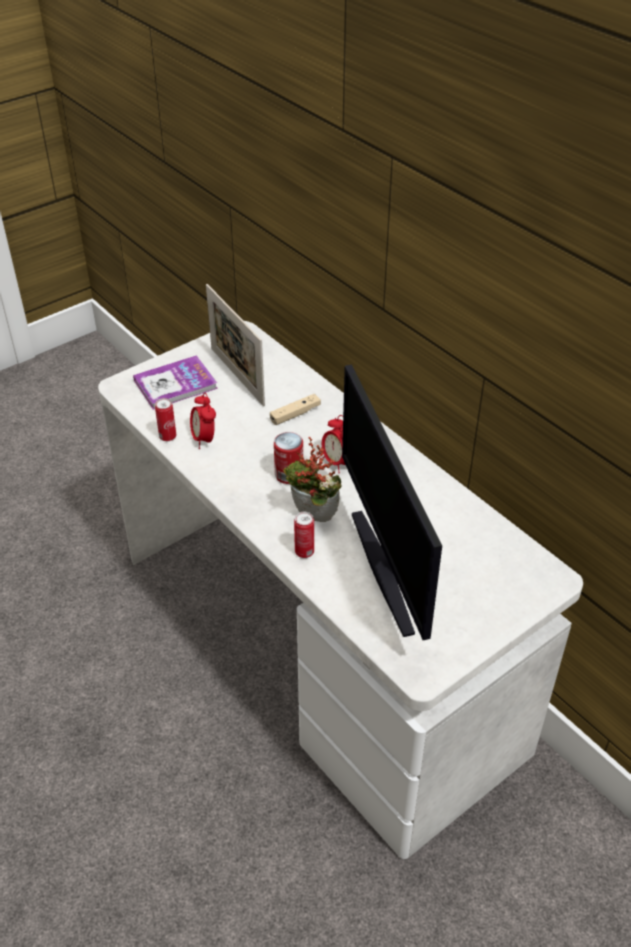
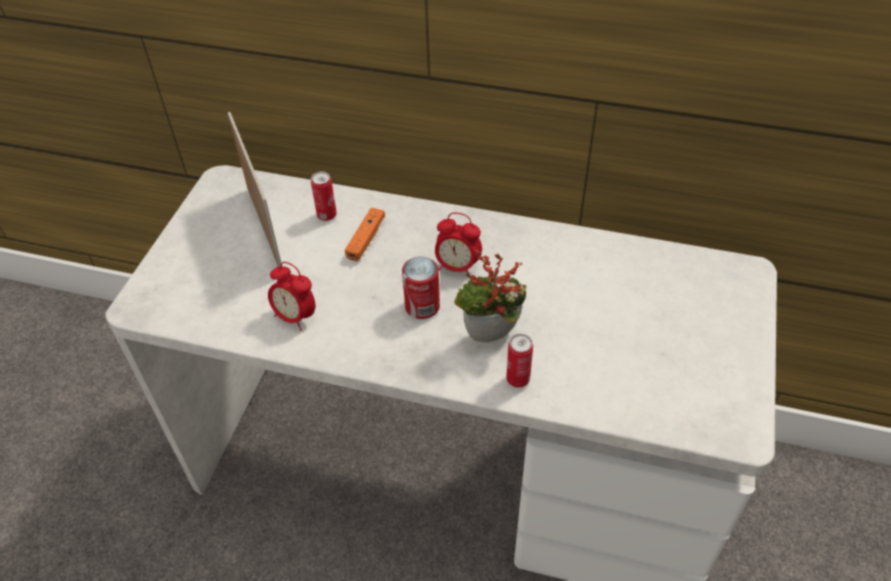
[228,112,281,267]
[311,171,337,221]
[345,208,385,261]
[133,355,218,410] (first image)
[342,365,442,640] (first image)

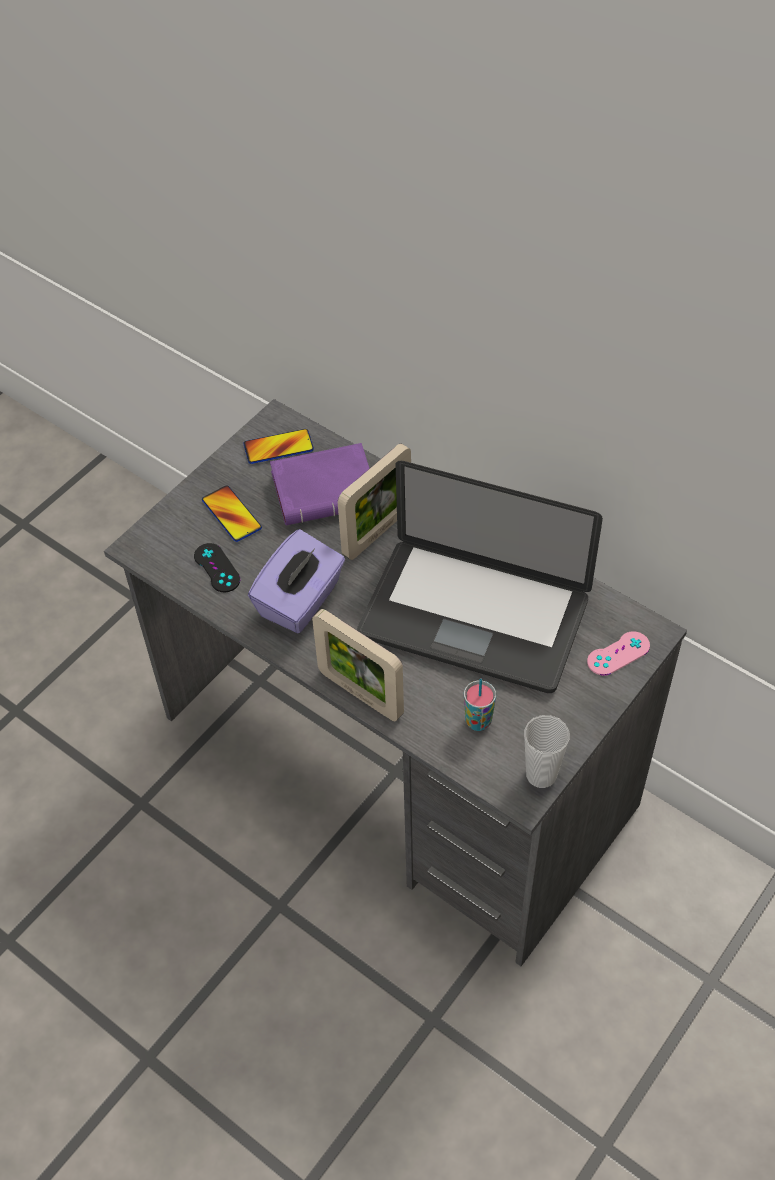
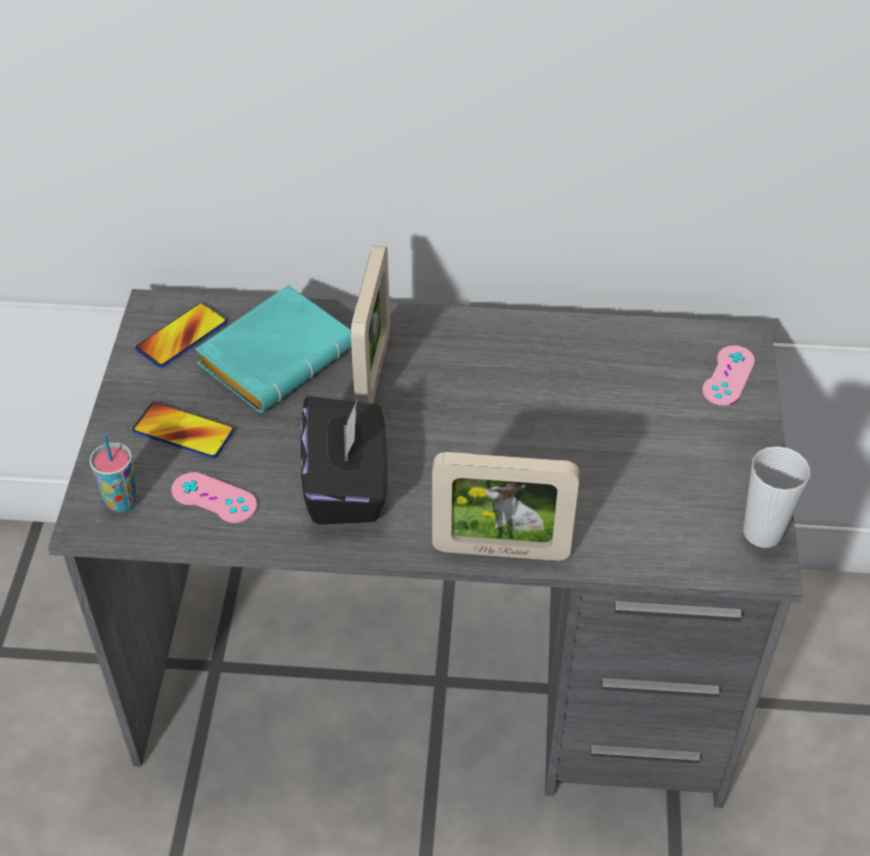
[89,434,138,512]
[171,472,257,523]
[195,285,351,413]
[301,396,388,525]
[357,461,603,693] (first image)

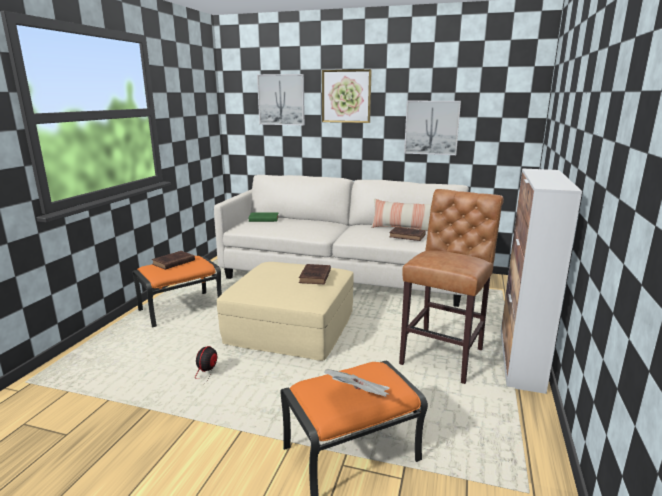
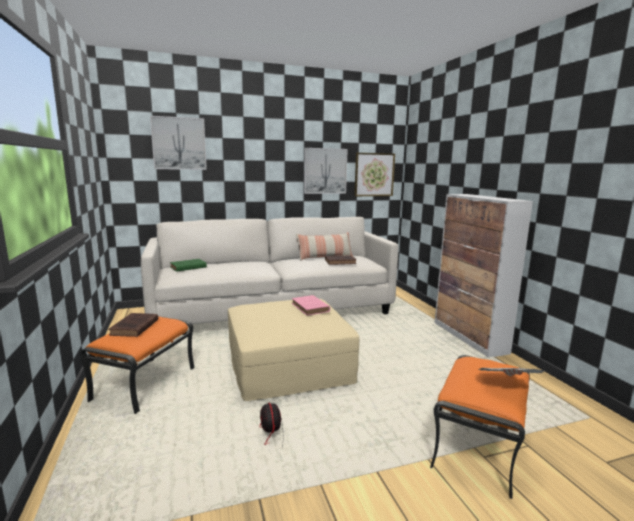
[292,295,330,316]
[354,153,395,196]
[399,189,504,384] (first image)

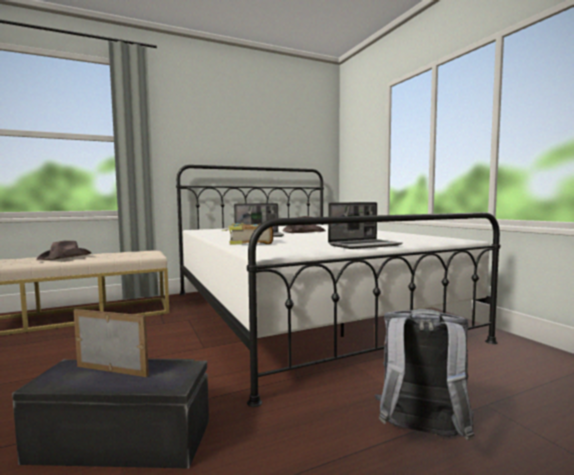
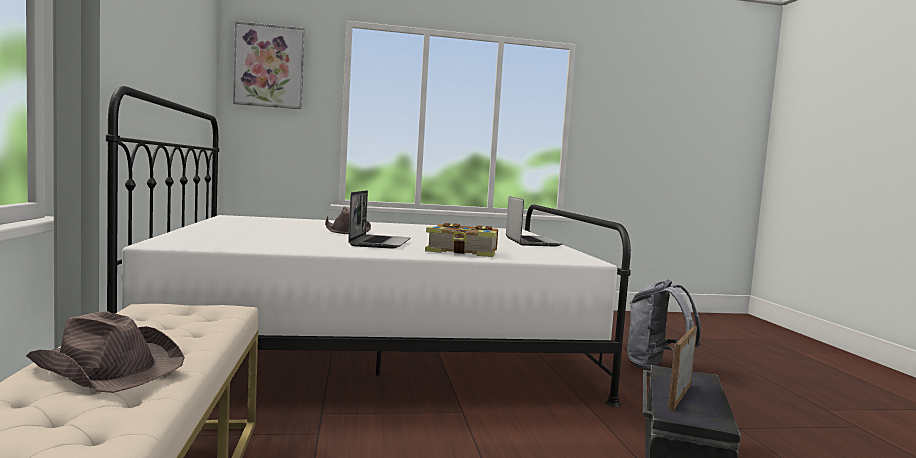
[233,21,304,109]

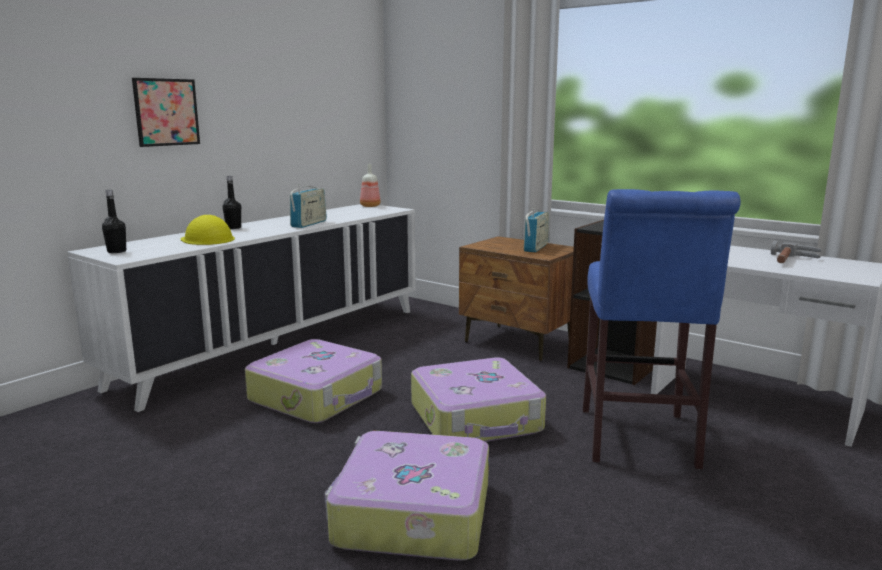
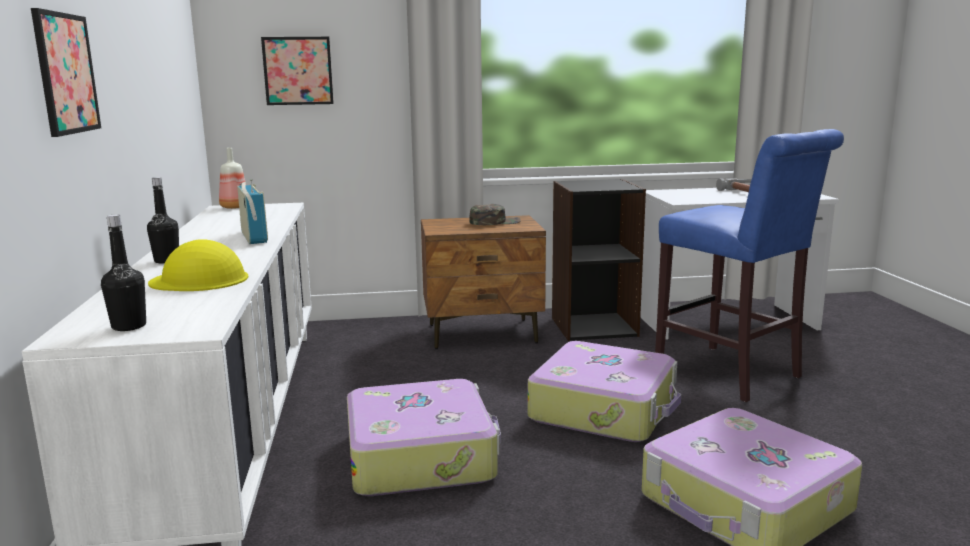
[261,37,334,105]
[469,204,521,225]

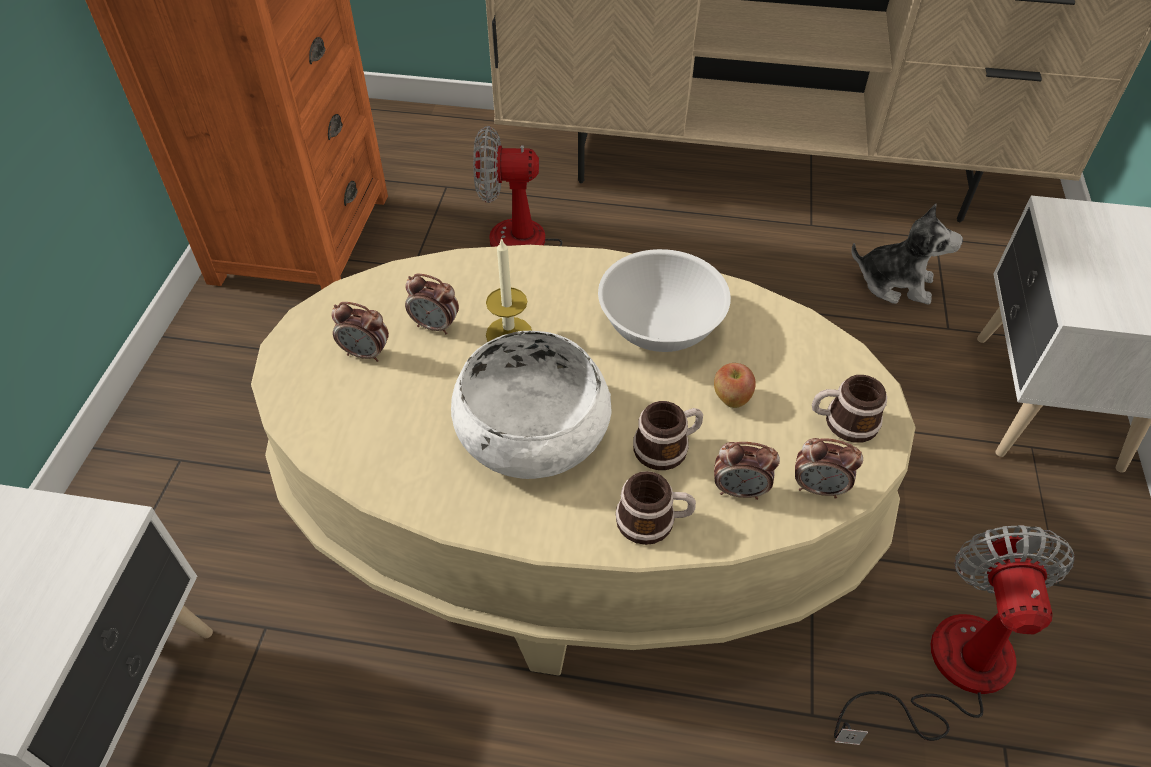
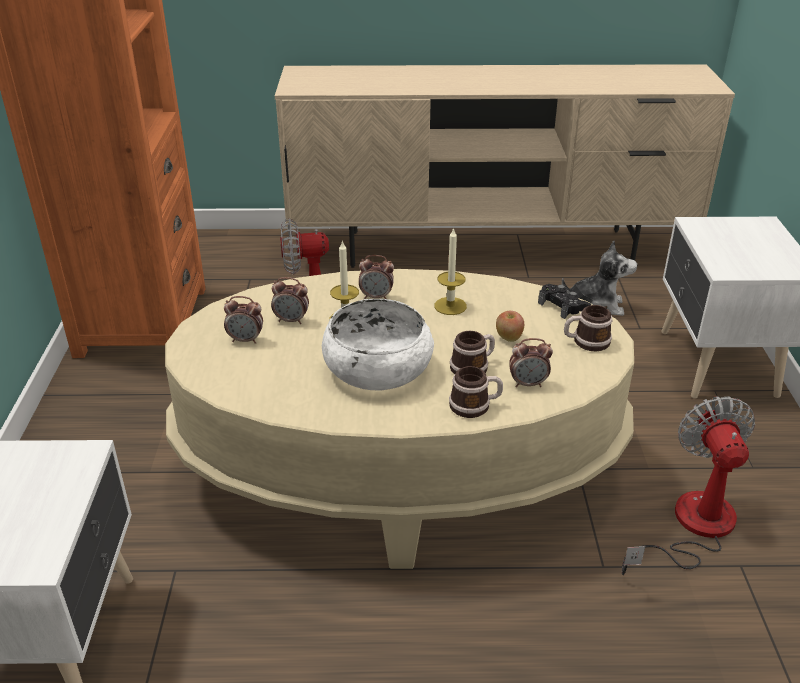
[359,255,394,299]
[434,227,467,315]
[538,284,591,319]

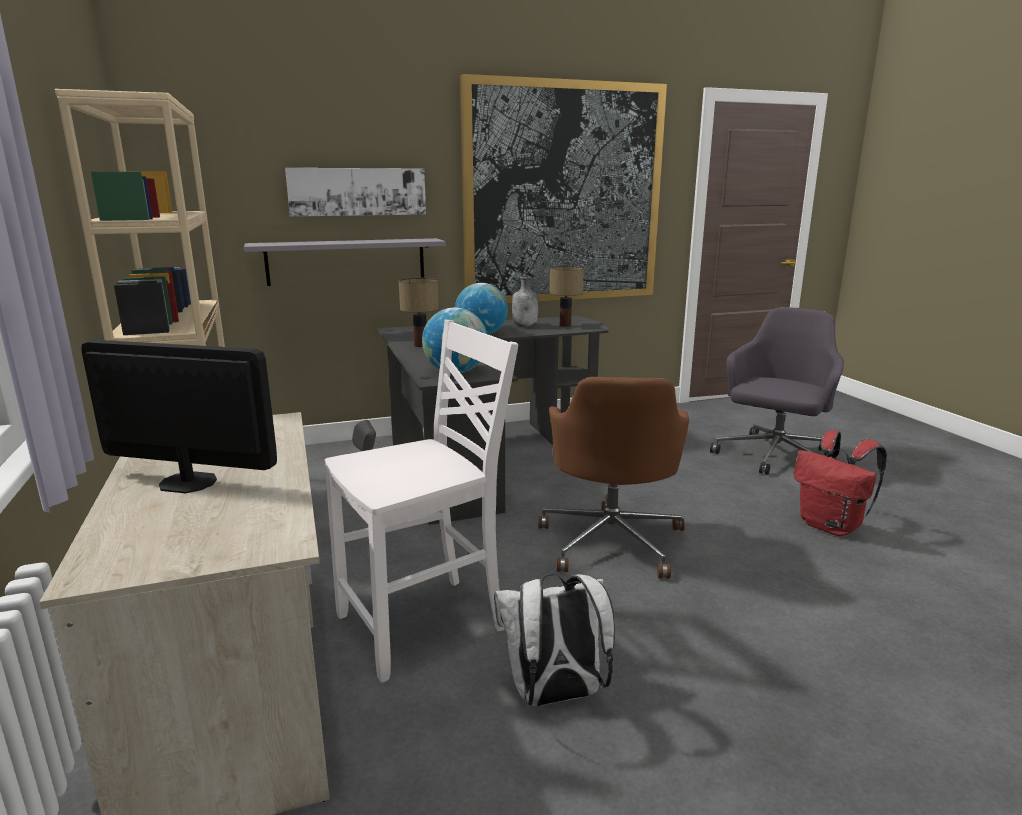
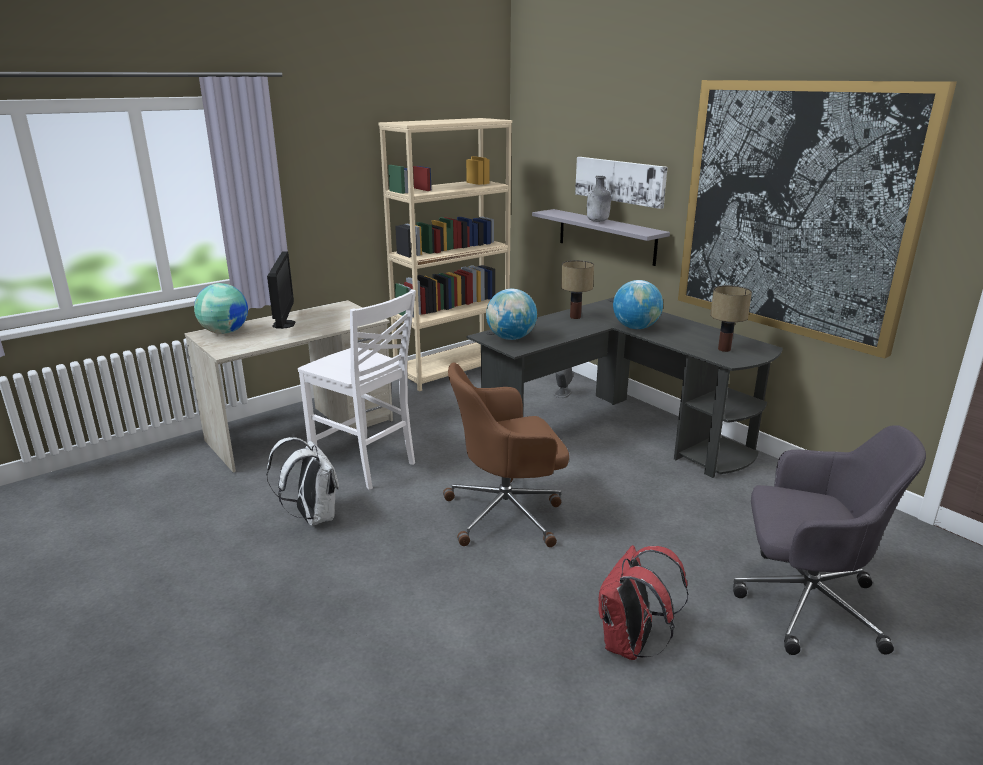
[194,283,248,334]
[587,176,611,222]

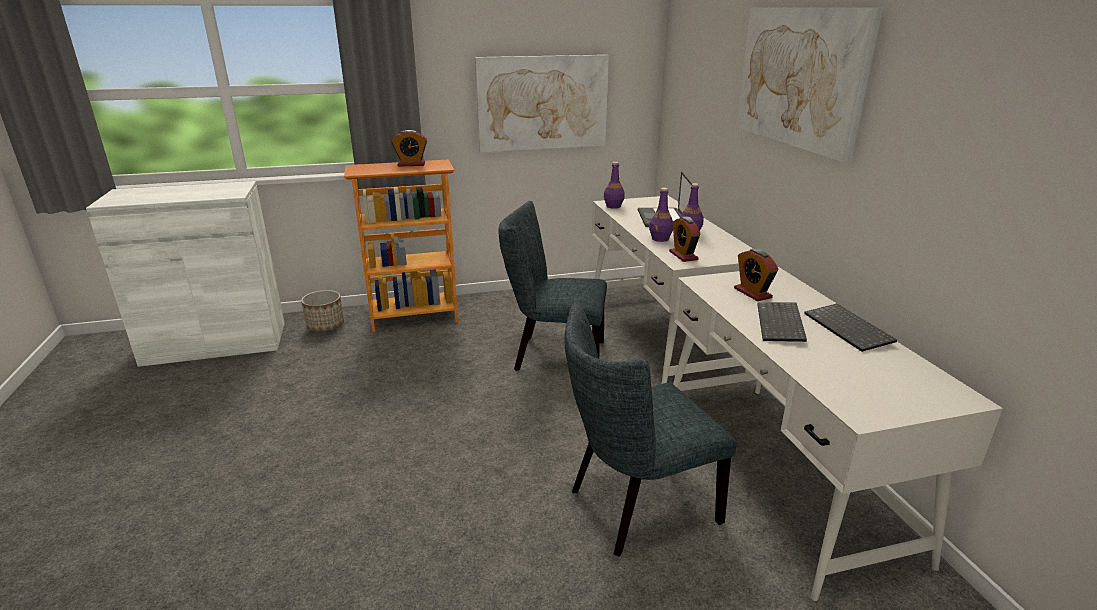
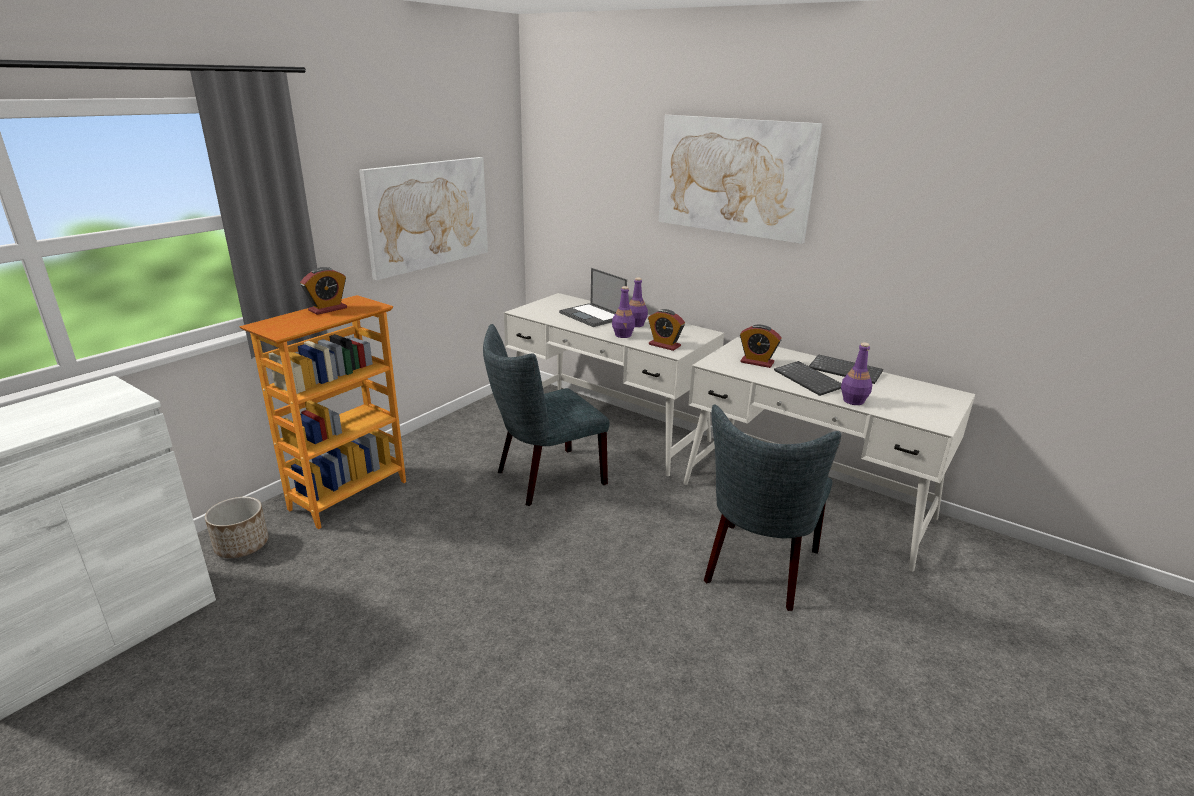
[841,342,872,405]

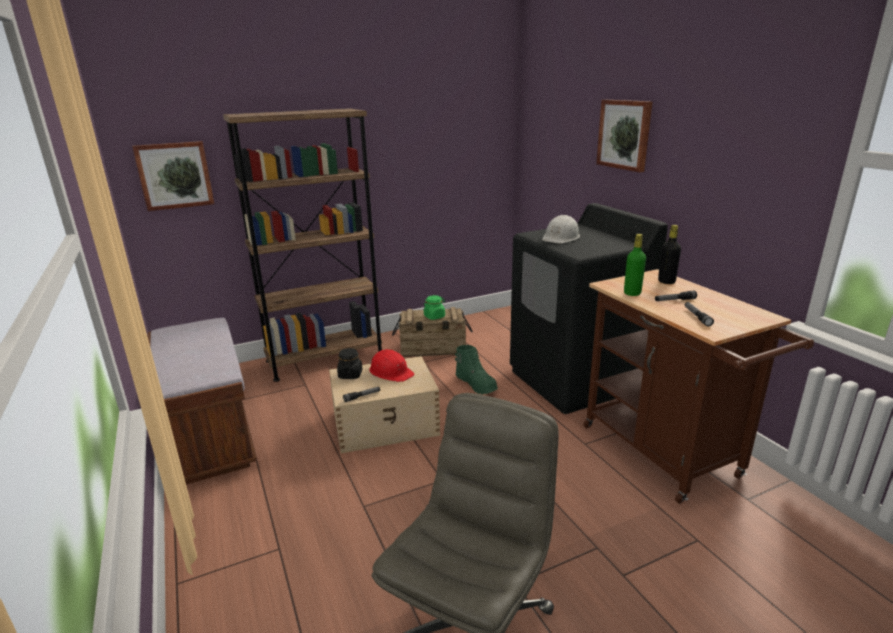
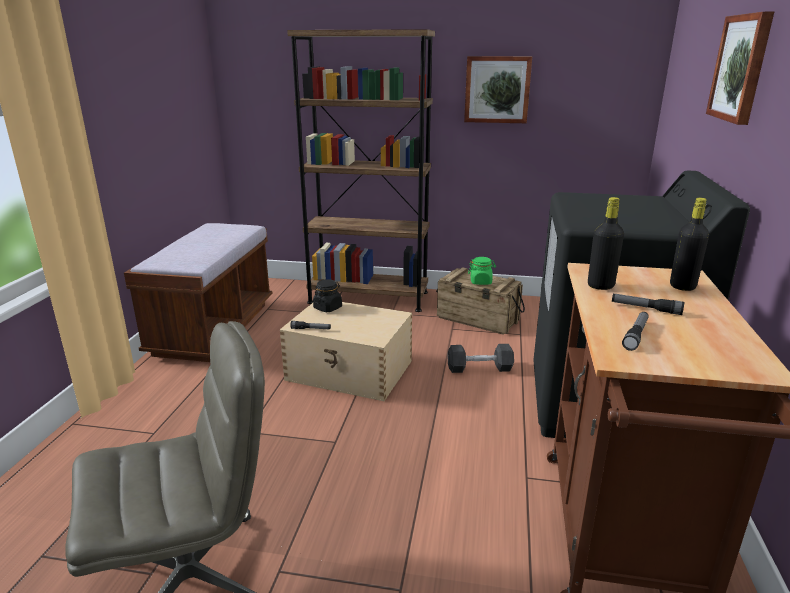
[447,344,514,373]
[464,56,532,123]
[588,197,624,290]
[369,349,415,382] (first image)
[542,215,580,243] (first image)

